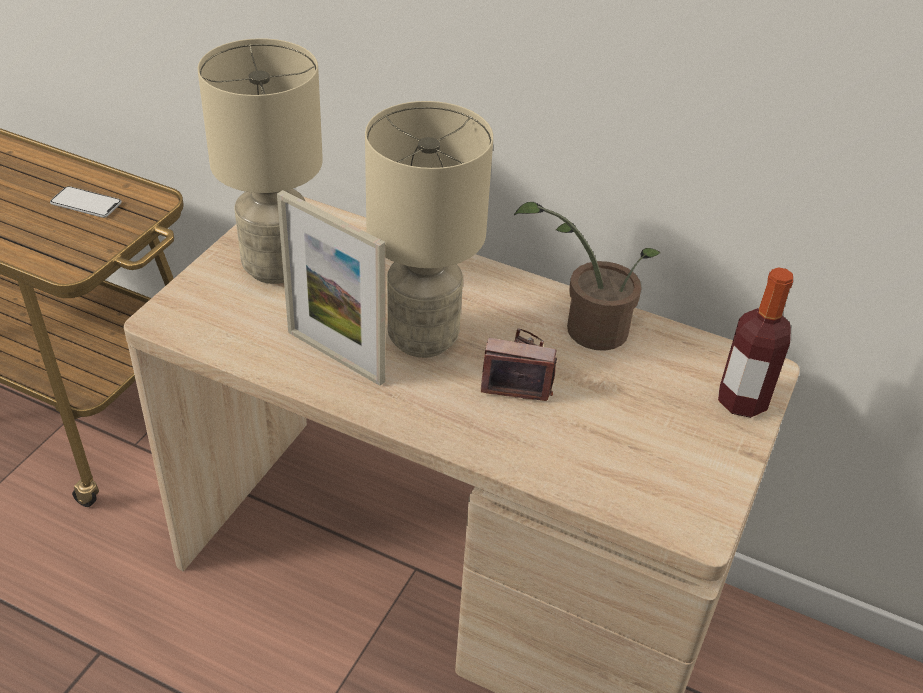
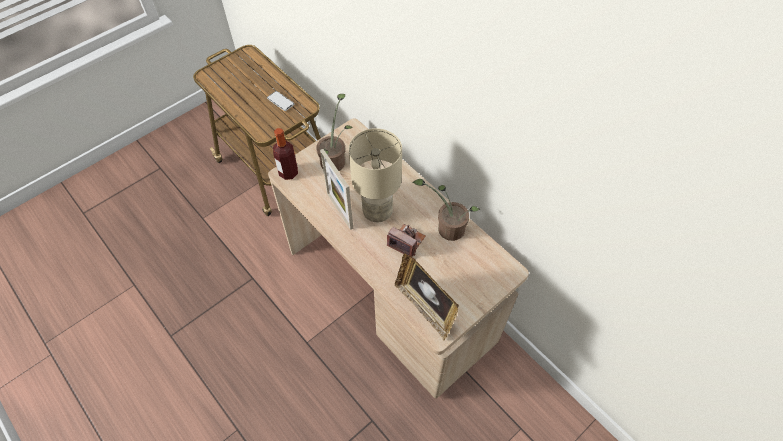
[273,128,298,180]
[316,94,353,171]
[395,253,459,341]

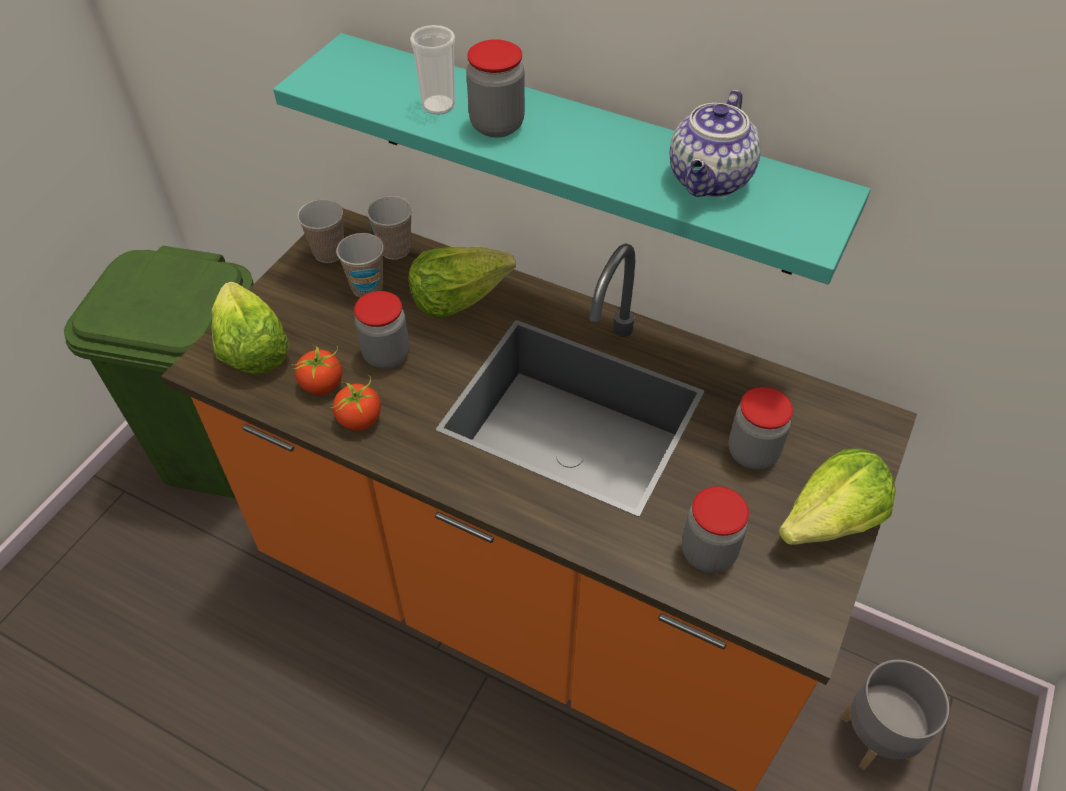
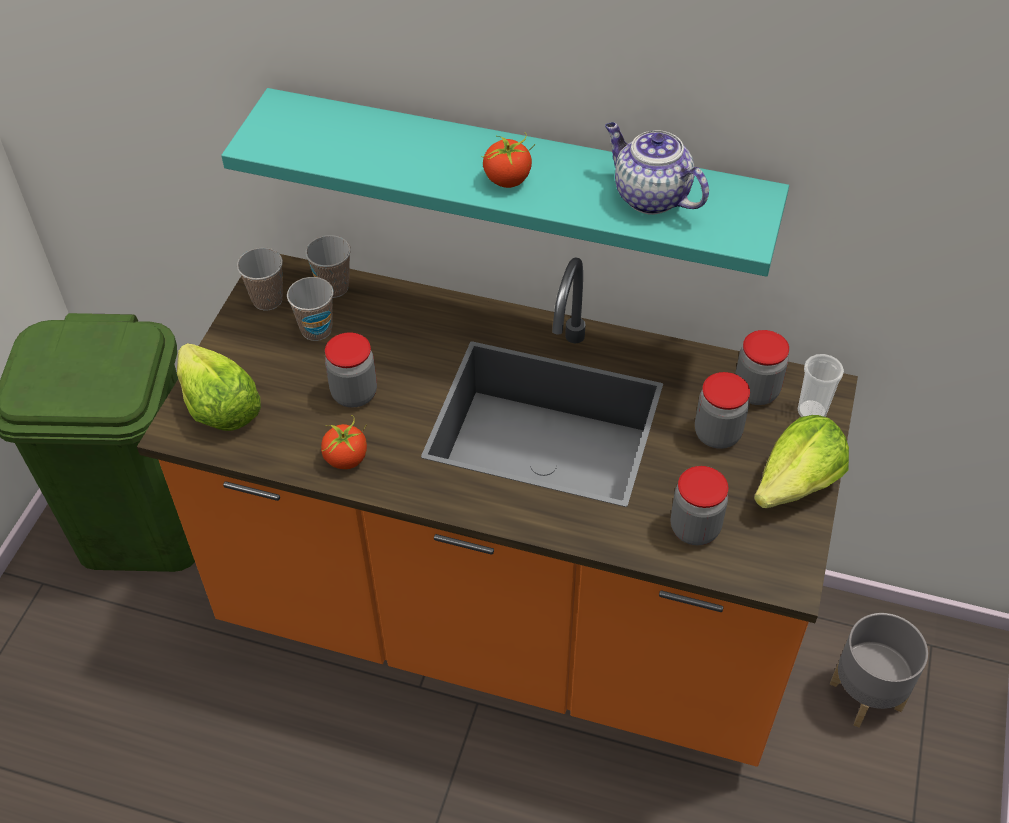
[482,132,535,188]
[605,122,709,215]
[735,330,789,405]
[798,354,844,417]
[408,247,516,318] (first image)

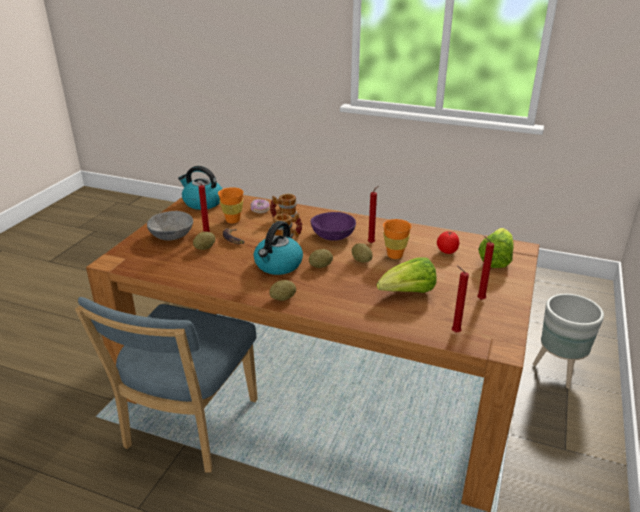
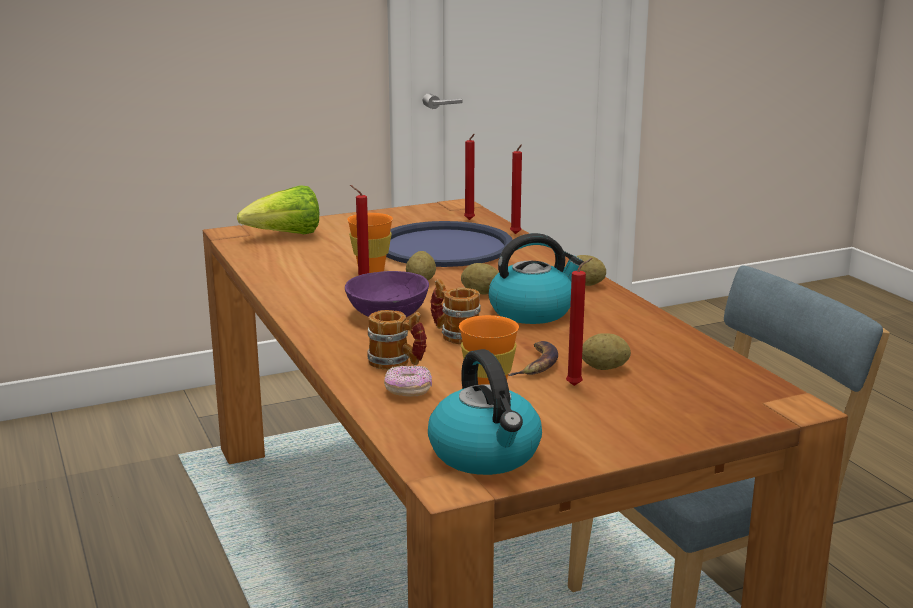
[386,221,512,267]
[510,145,522,234]
[147,211,193,241] (first image)
[437,231,459,254] (first image)
[533,294,604,389] (first image)

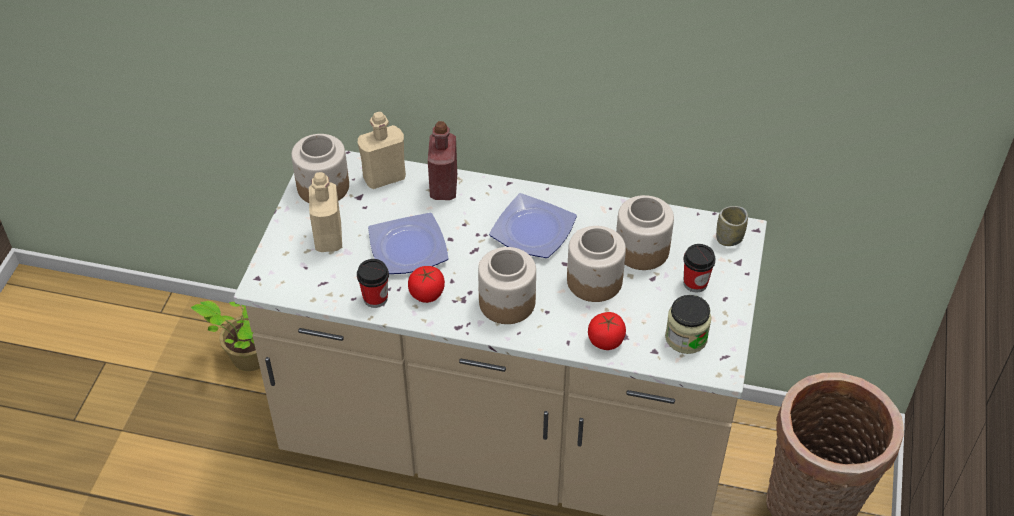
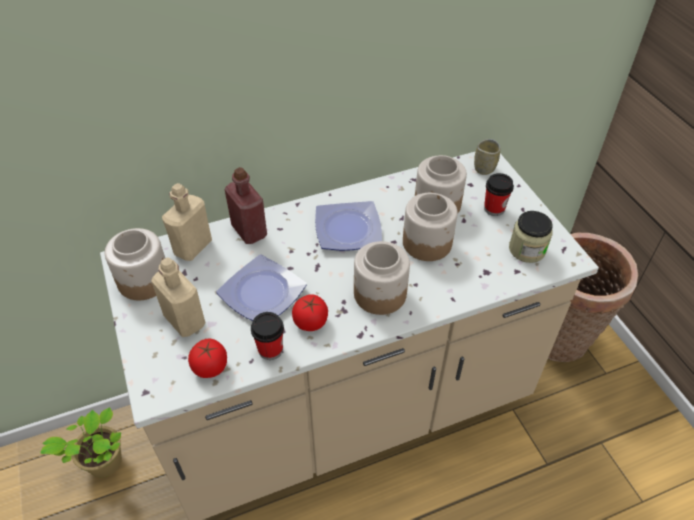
[188,338,227,378]

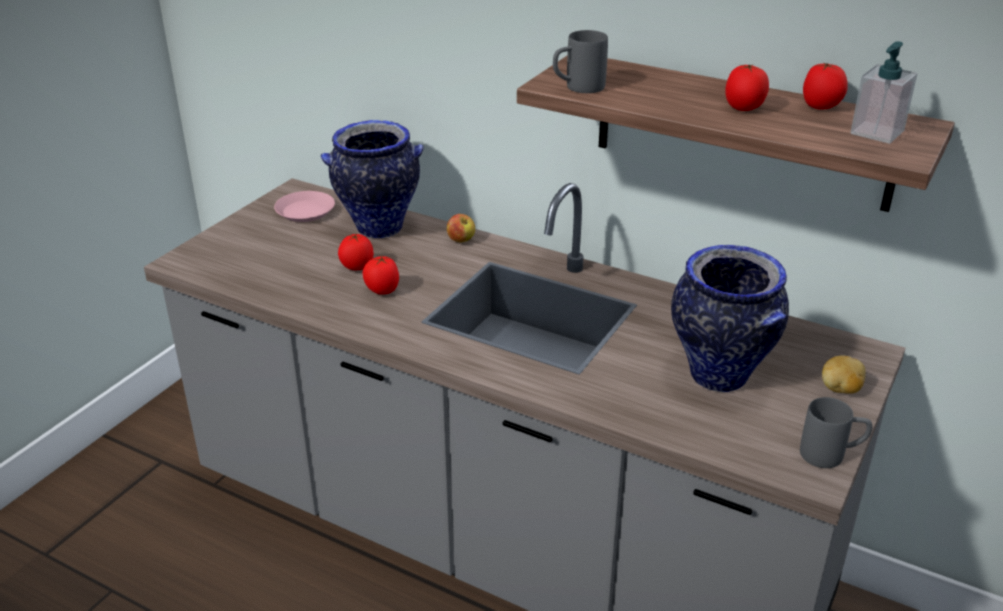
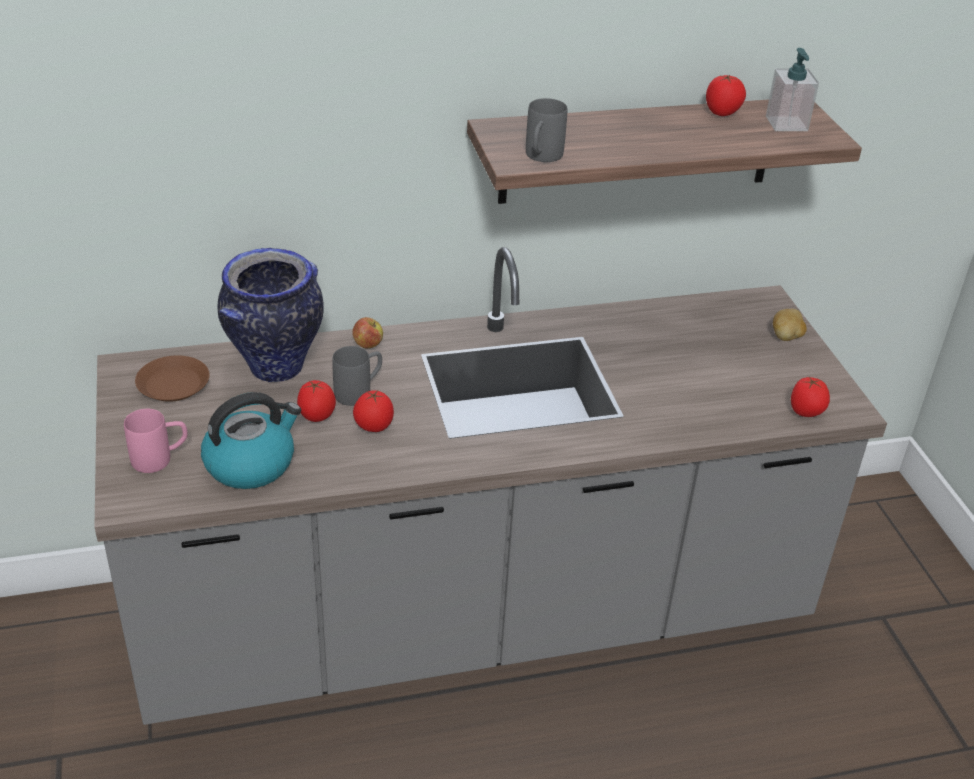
[124,409,188,473]
[135,355,210,402]
[201,392,301,489]
[332,346,382,406]
[791,377,830,417]
[671,245,789,392] (first image)

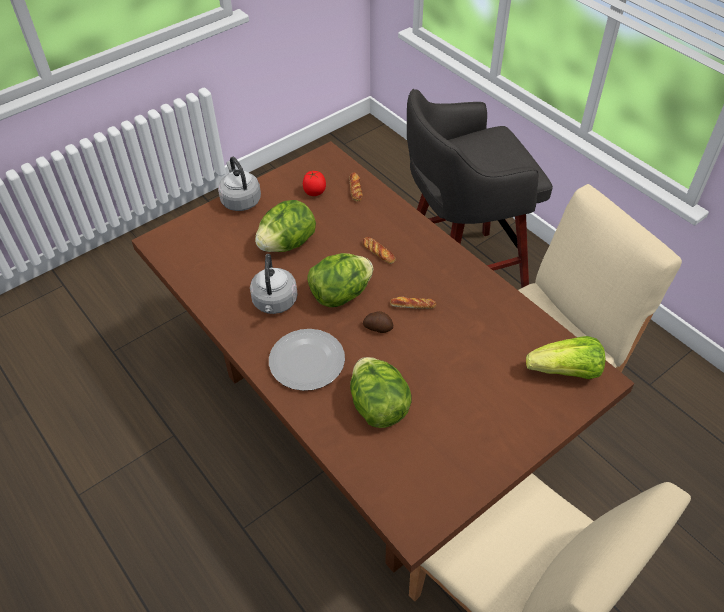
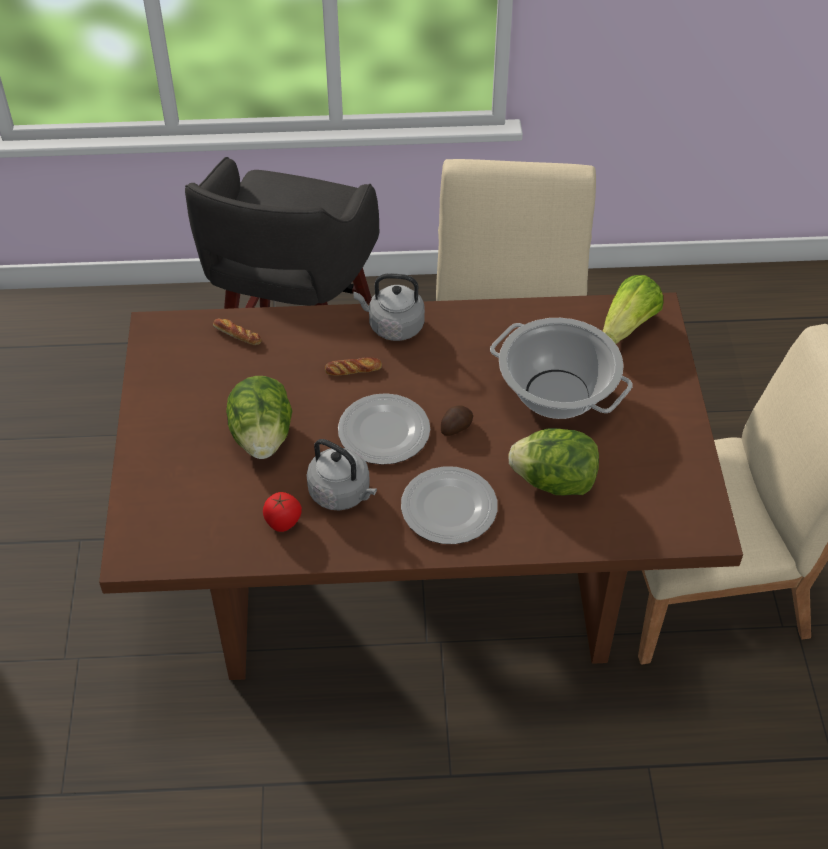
[263,492,302,532]
[338,393,430,465]
[354,274,425,341]
[490,318,633,419]
[390,297,436,309] (first image)

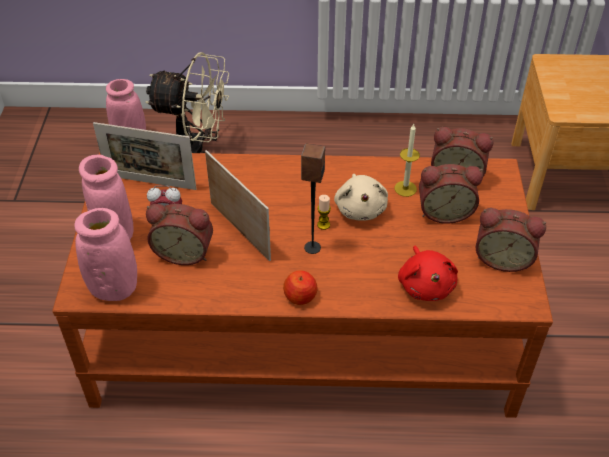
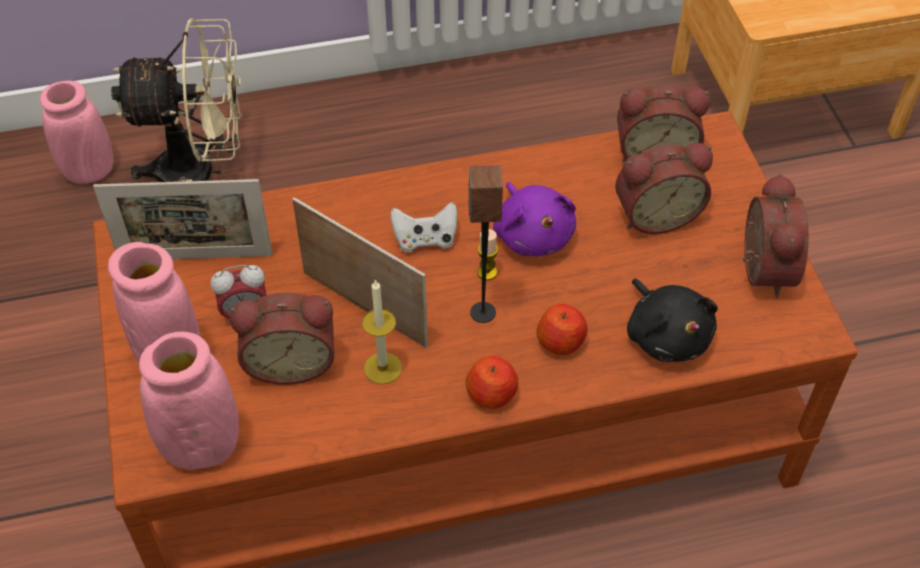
[362,279,402,384]
[390,202,457,252]
[493,182,576,256]
[536,304,587,355]
[627,278,718,362]
[743,173,808,298]

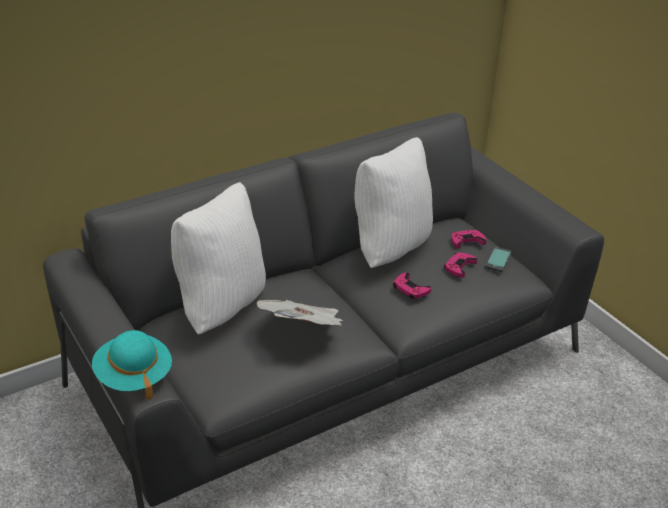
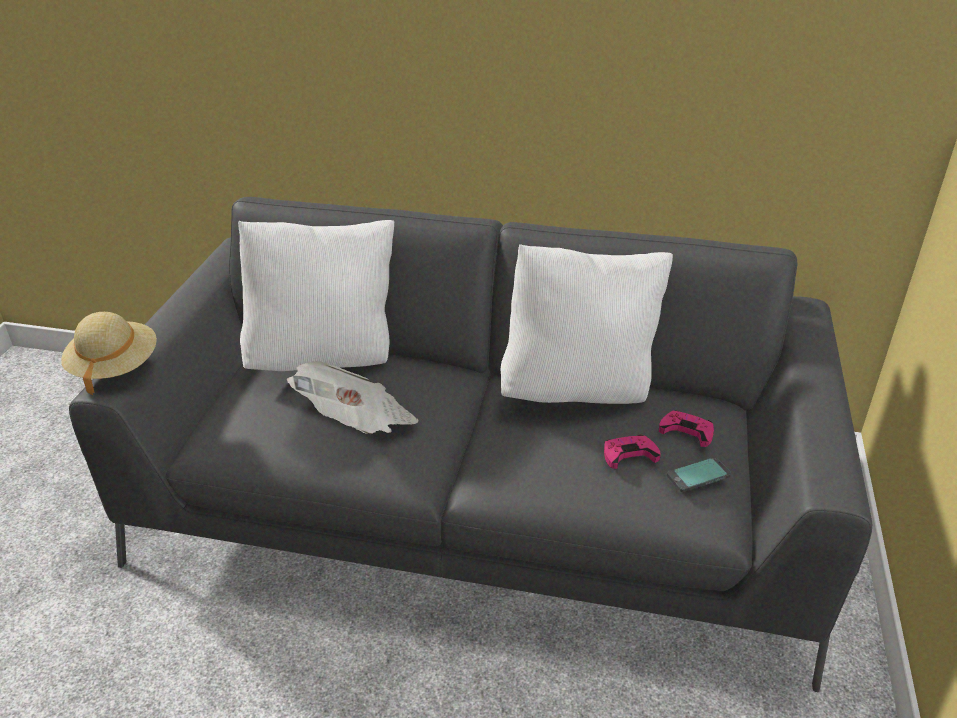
[61,312,157,395]
[393,272,431,299] (first image)

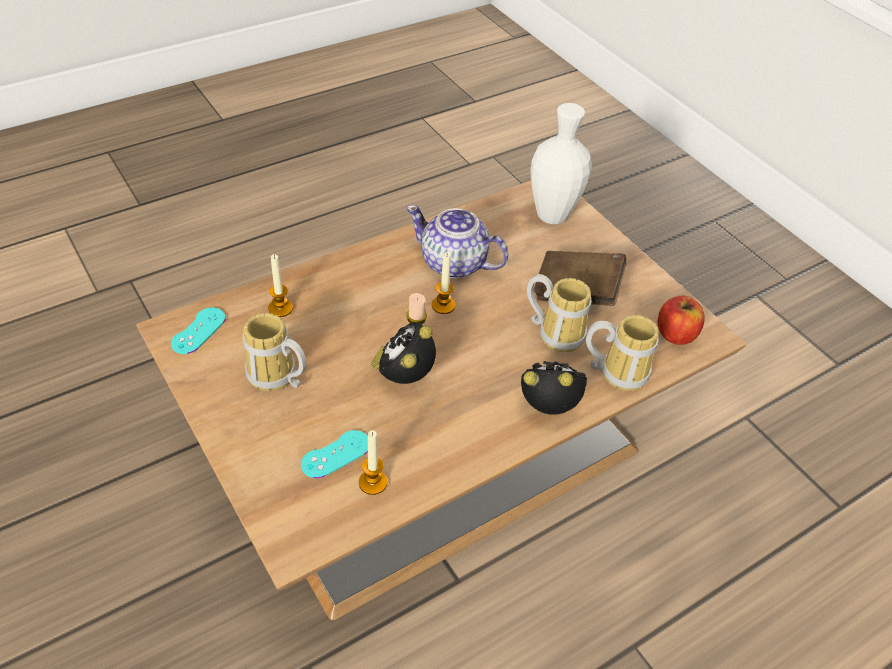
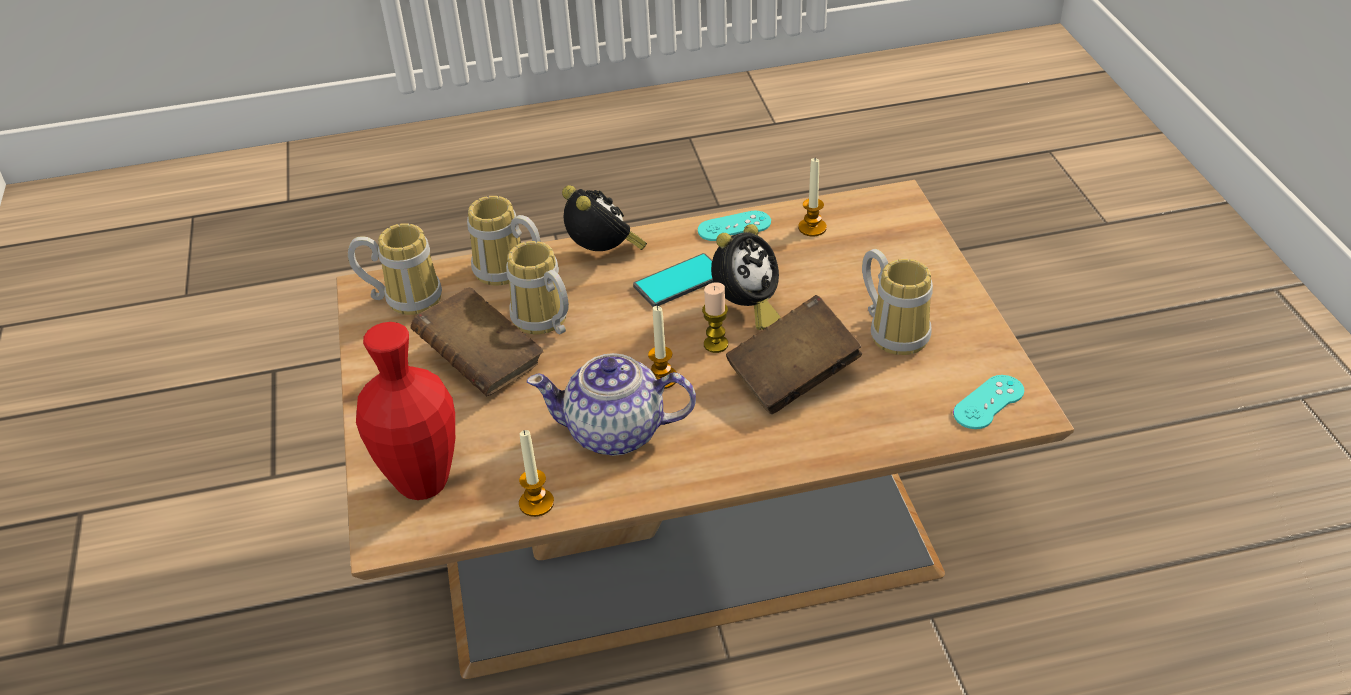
[348,223,442,315]
[356,322,455,500]
[519,430,554,517]
[527,353,696,456]
[562,185,647,251]
[633,253,714,307]
[698,211,771,241]
[726,295,862,414]

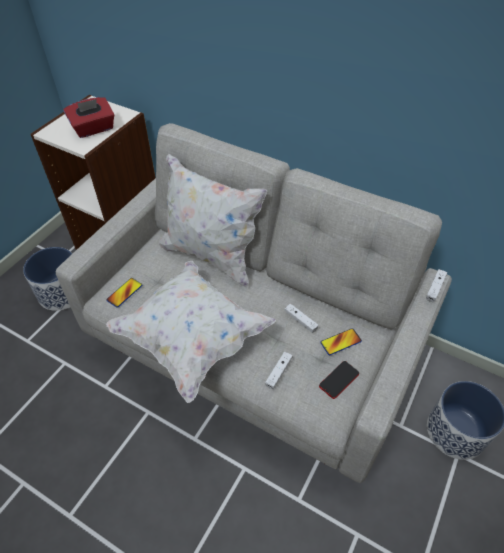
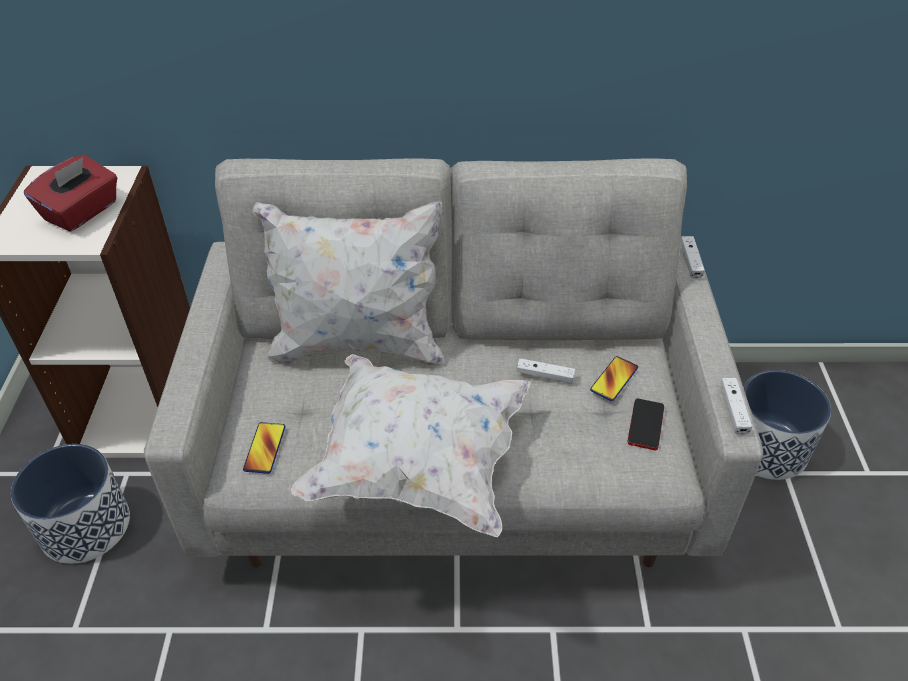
[720,378,752,435]

